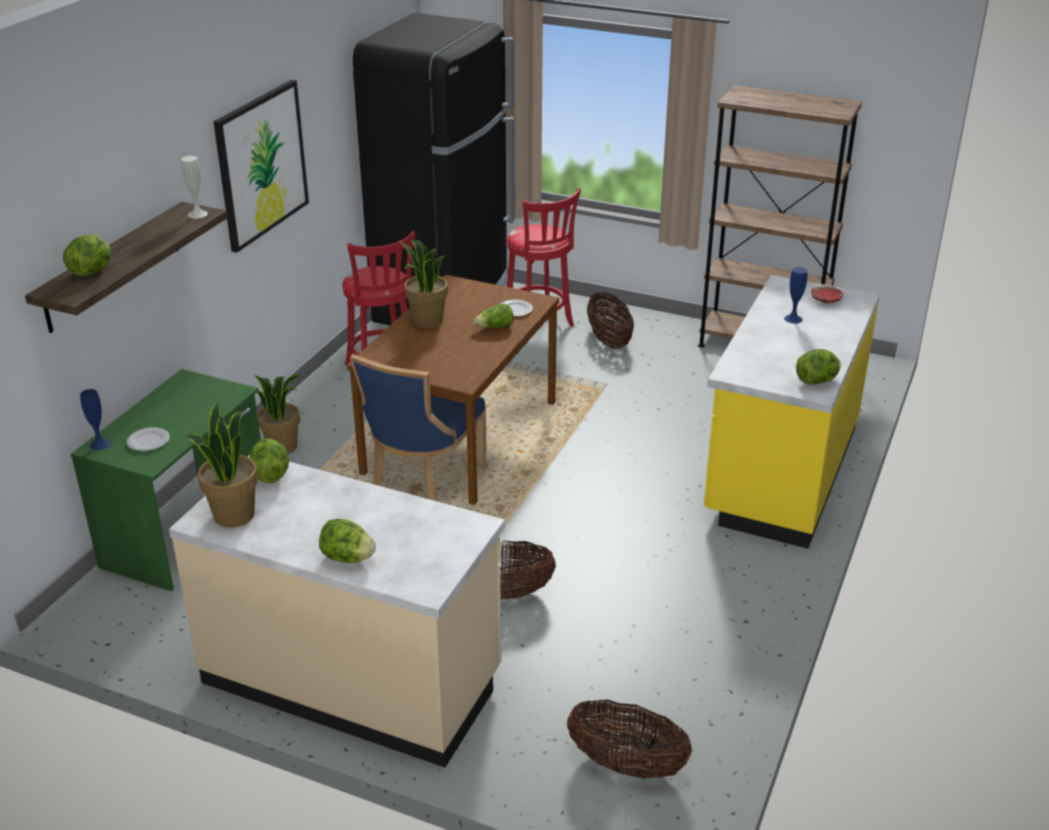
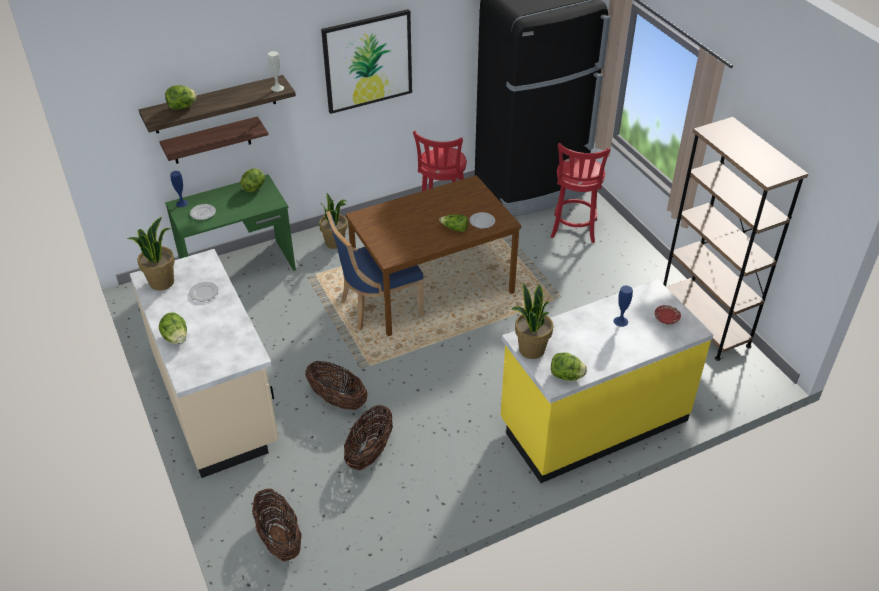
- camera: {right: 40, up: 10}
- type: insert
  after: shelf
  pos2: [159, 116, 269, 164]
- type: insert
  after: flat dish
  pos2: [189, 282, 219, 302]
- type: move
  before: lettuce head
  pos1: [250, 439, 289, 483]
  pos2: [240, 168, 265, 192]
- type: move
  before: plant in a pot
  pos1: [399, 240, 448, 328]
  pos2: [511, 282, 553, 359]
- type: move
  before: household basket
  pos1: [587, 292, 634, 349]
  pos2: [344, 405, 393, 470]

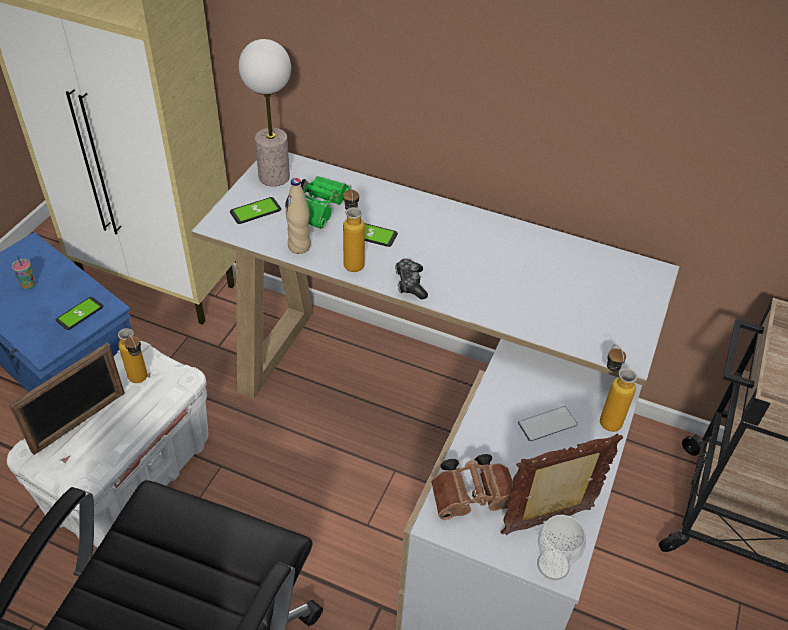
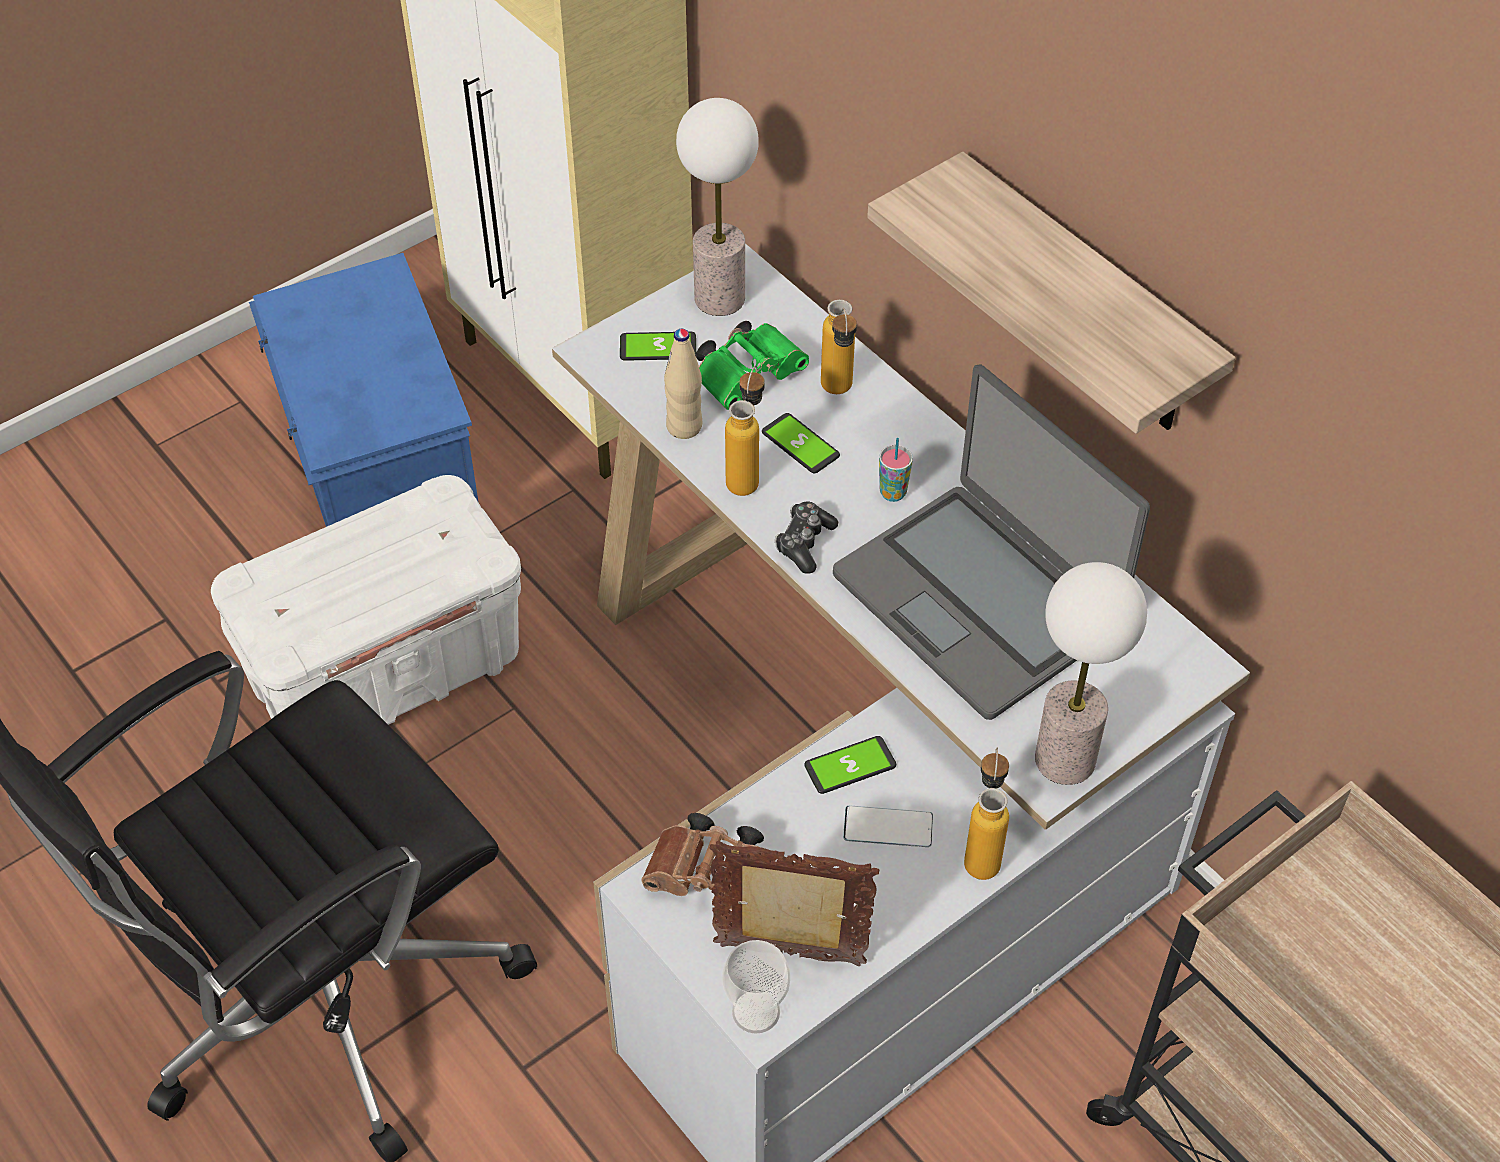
- camera: {right: 30, up: 5}
- type: delete
  before: standing frame
  pos1: [9, 343, 125, 455]
- type: insert
  after: laptop
  pos2: [833, 364, 1150, 720]
- type: insert
  after: shelf
  pos2: [867, 152, 1235, 434]
- type: insert
  after: tabletop lamp
  pos2: [1035, 562, 1147, 785]
- type: move
  before: small cup
  pos1: [12, 254, 36, 290]
  pos2: [879, 438, 913, 502]
- type: move
  before: telephone
  pos1: [56, 297, 103, 330]
  pos2: [804, 736, 896, 794]
- type: move
  before: bottle
  pos1: [118, 328, 147, 383]
  pos2: [821, 300, 857, 394]

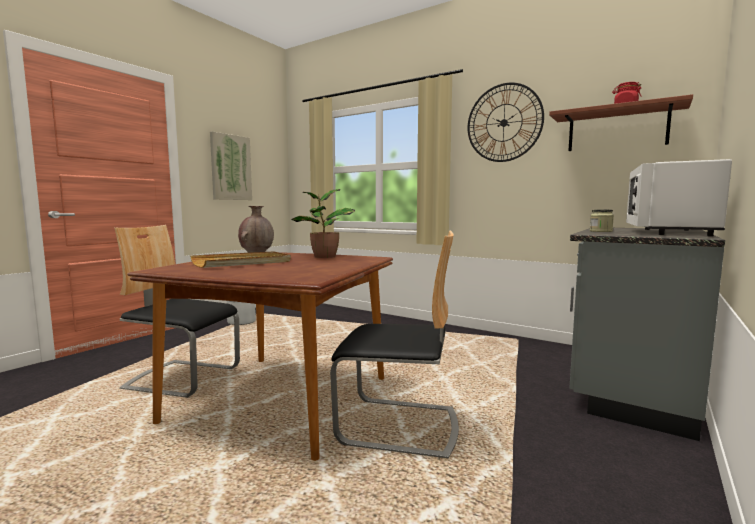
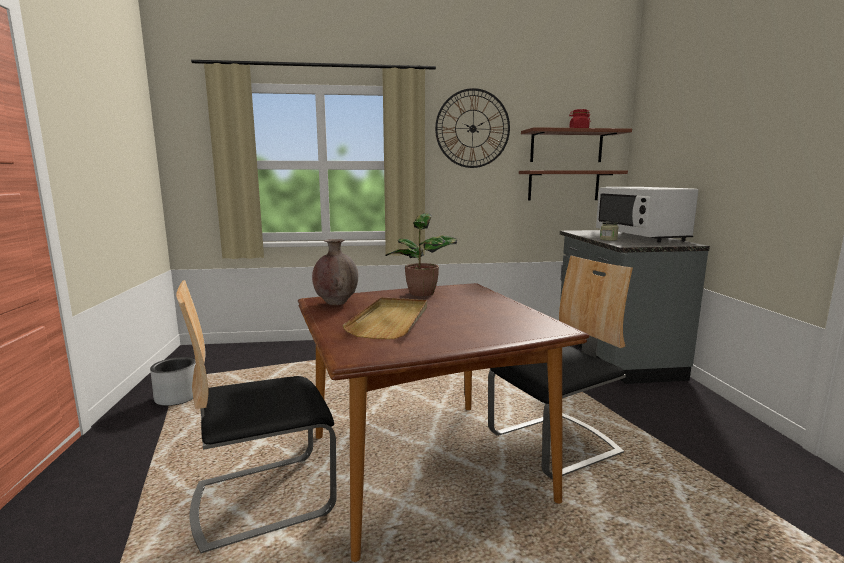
- camera: {right: -40, up: 5}
- type: delete
  before: wall art
  pos1: [210, 131, 252, 200]
- type: insert
  after: shelf
  pos2: [519, 170, 628, 201]

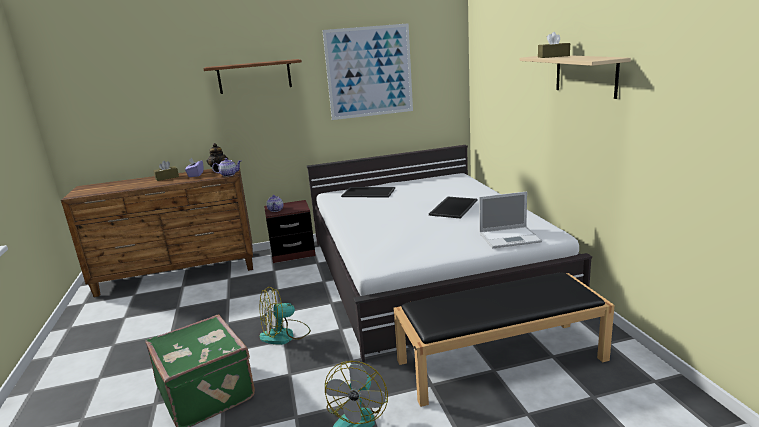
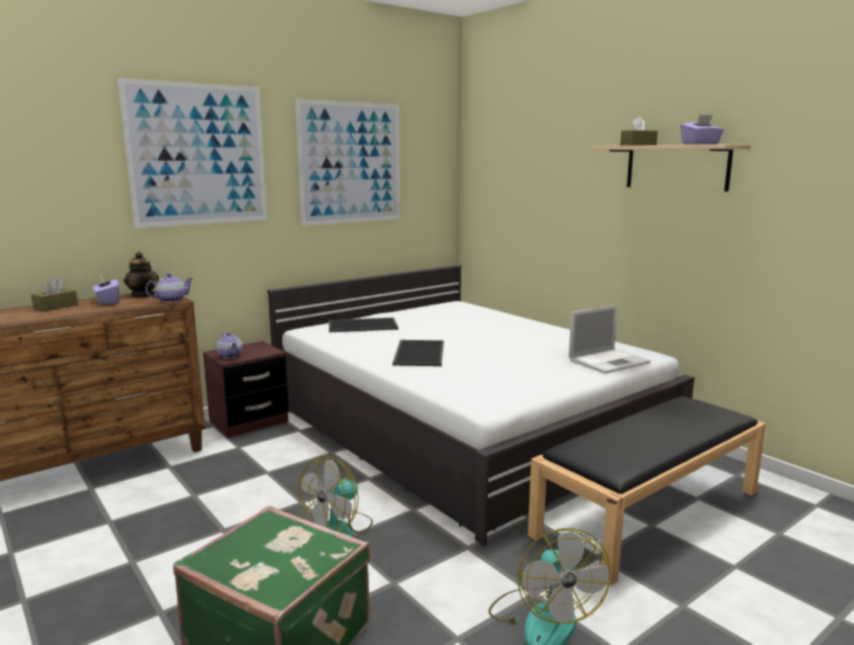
- camera: {right: -25, up: -5}
- type: insert
  after: purplish tissue holder
  pos2: [680, 115, 724, 145]
- type: move
  before: serving tray
  pos1: [429, 197, 477, 219]
  pos2: [393, 340, 444, 366]
- type: replace
  before: brownish shelf
  after: wall art
  pos1: [203, 59, 302, 94]
  pos2: [118, 78, 267, 228]

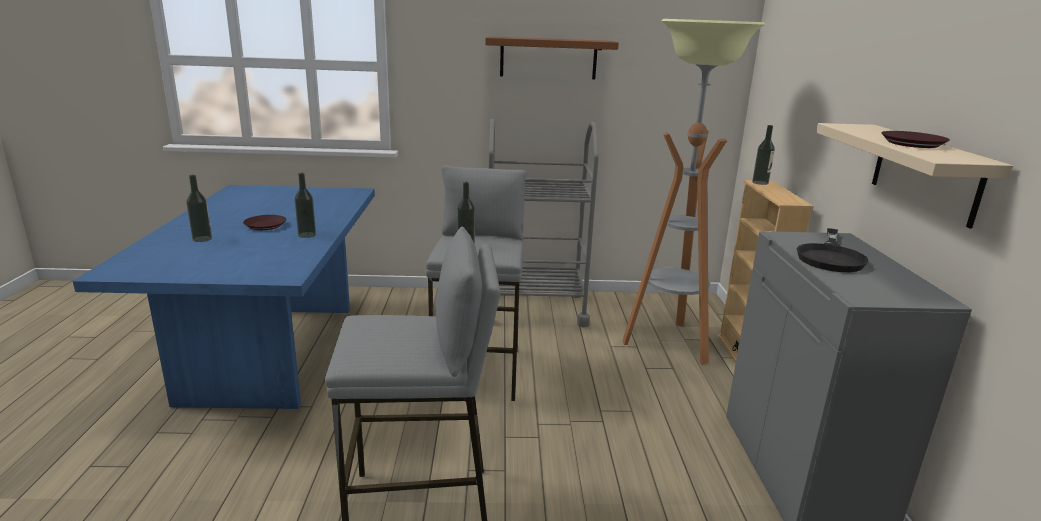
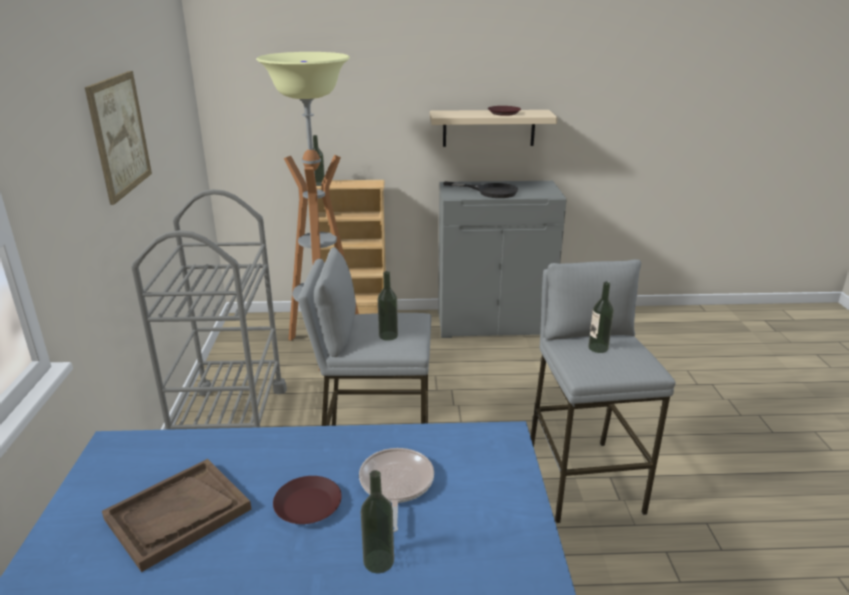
- camera: {right: -90, up: 5}
- type: insert
  after: brownish serving tray
  pos2: [102, 459, 251, 572]
- type: insert
  after: frying pan
  pos2: [359, 448, 434, 532]
- type: move
  before: bottle
  pos1: [294, 173, 316, 238]
  pos2: [588, 281, 614, 353]
- type: replace
  before: brownish shelf
  after: wall art
  pos1: [485, 36, 619, 79]
  pos2: [85, 71, 152, 205]

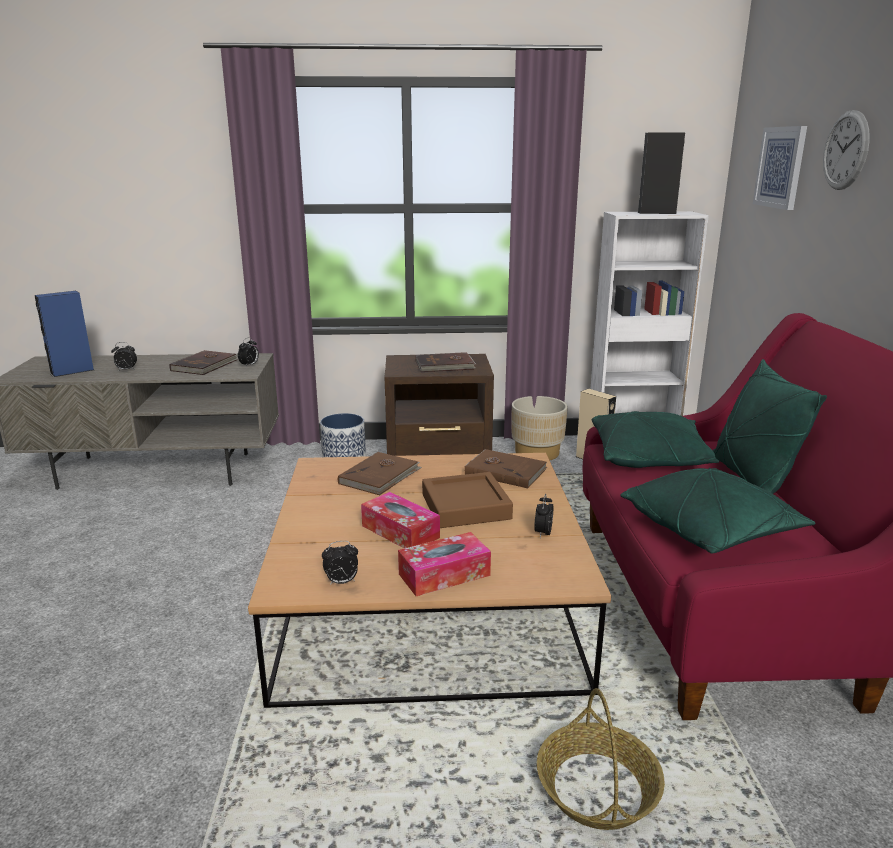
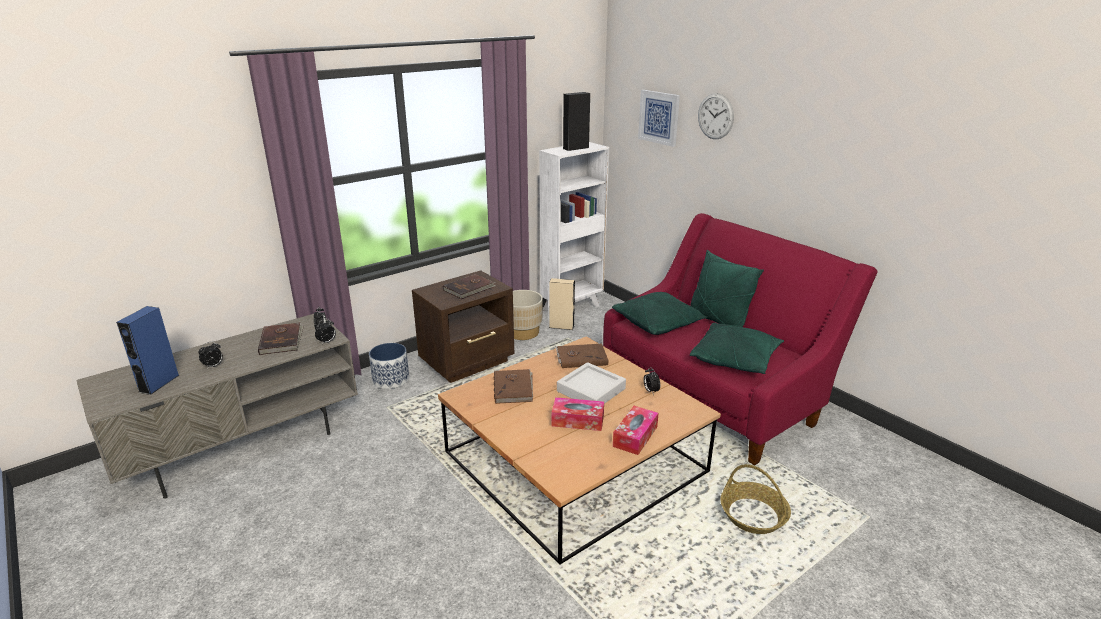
- camera: {right: -35, up: 5}
- type: move
  before: alarm clock
  pos1: [322, 541, 358, 585]
  pos2: [315, 318, 336, 345]
- type: recolor
  before: brownish serving tray
  after: greyish serving tray
  pos1: [422, 472, 513, 528]
  pos2: [557, 362, 626, 404]

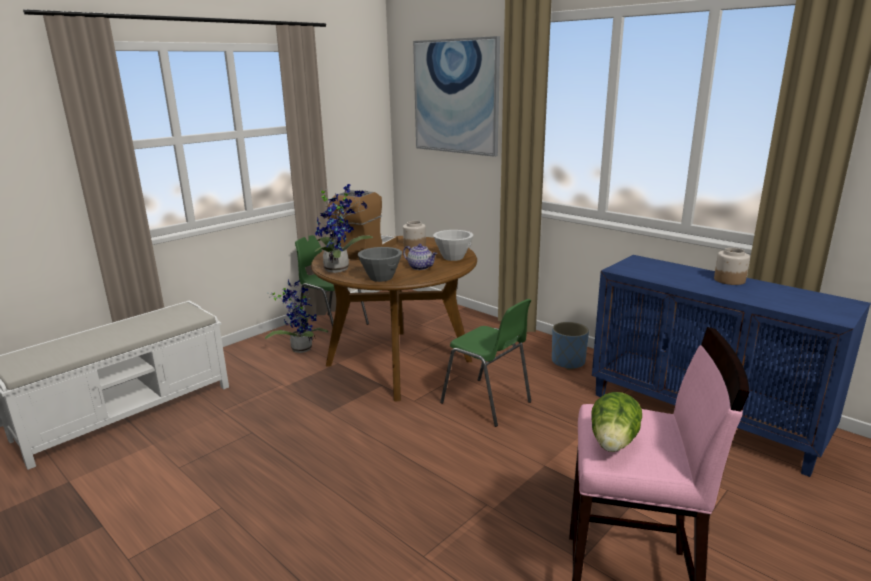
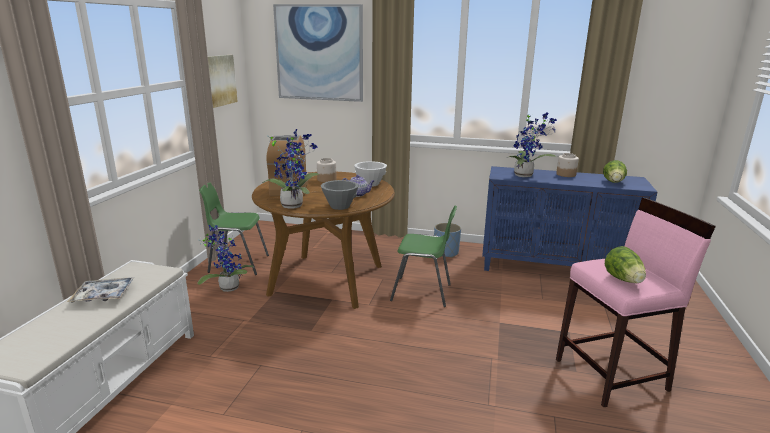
- camera: {right: -30, up: 0}
- type: insert
  after: serving tray
  pos2: [67, 277, 135, 303]
- type: insert
  after: wall art
  pos2: [208, 55, 238, 108]
- type: insert
  after: plant in a pot
  pos2: [509, 112, 557, 177]
- type: insert
  after: lettuce head
  pos2: [603, 160, 627, 183]

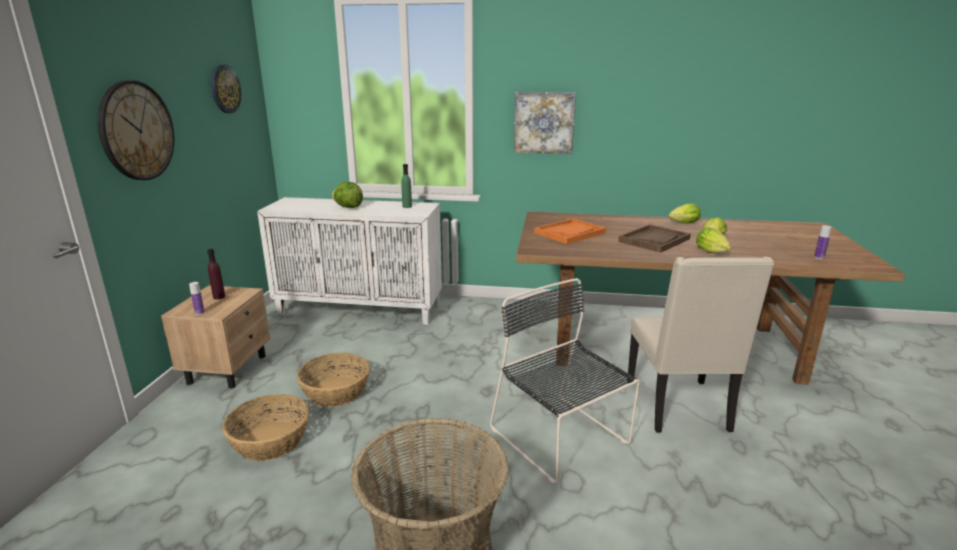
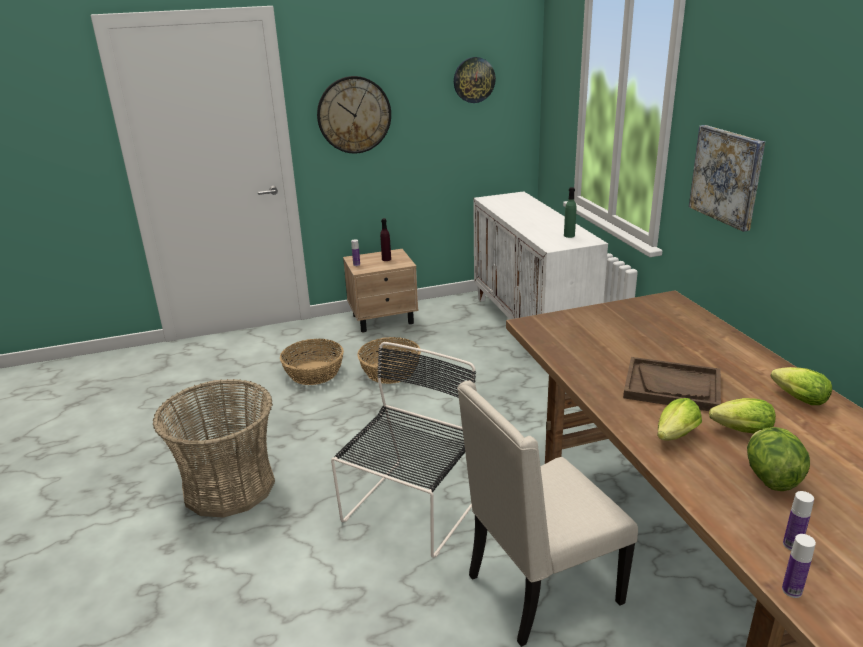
- camera: {right: 65, up: 5}
- type: delete
  before: orange-coloured serving tray
  pos1: [534, 218, 606, 244]
- type: insert
  after: bottle
  pos2: [782, 534, 816, 598]
- type: move
  before: lettuce head
  pos1: [332, 182, 363, 208]
  pos2: [747, 427, 810, 491]

